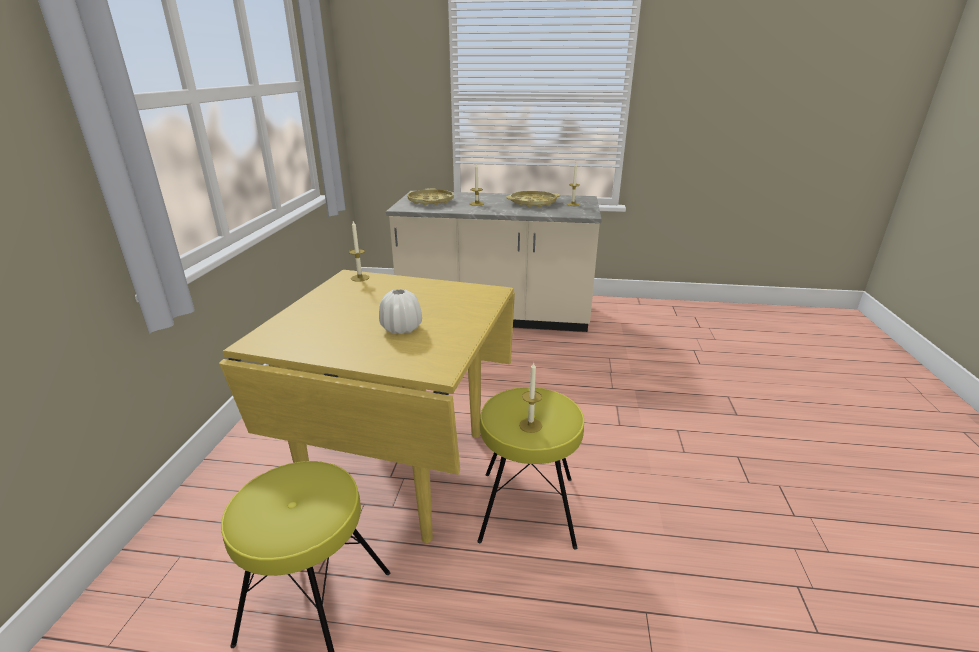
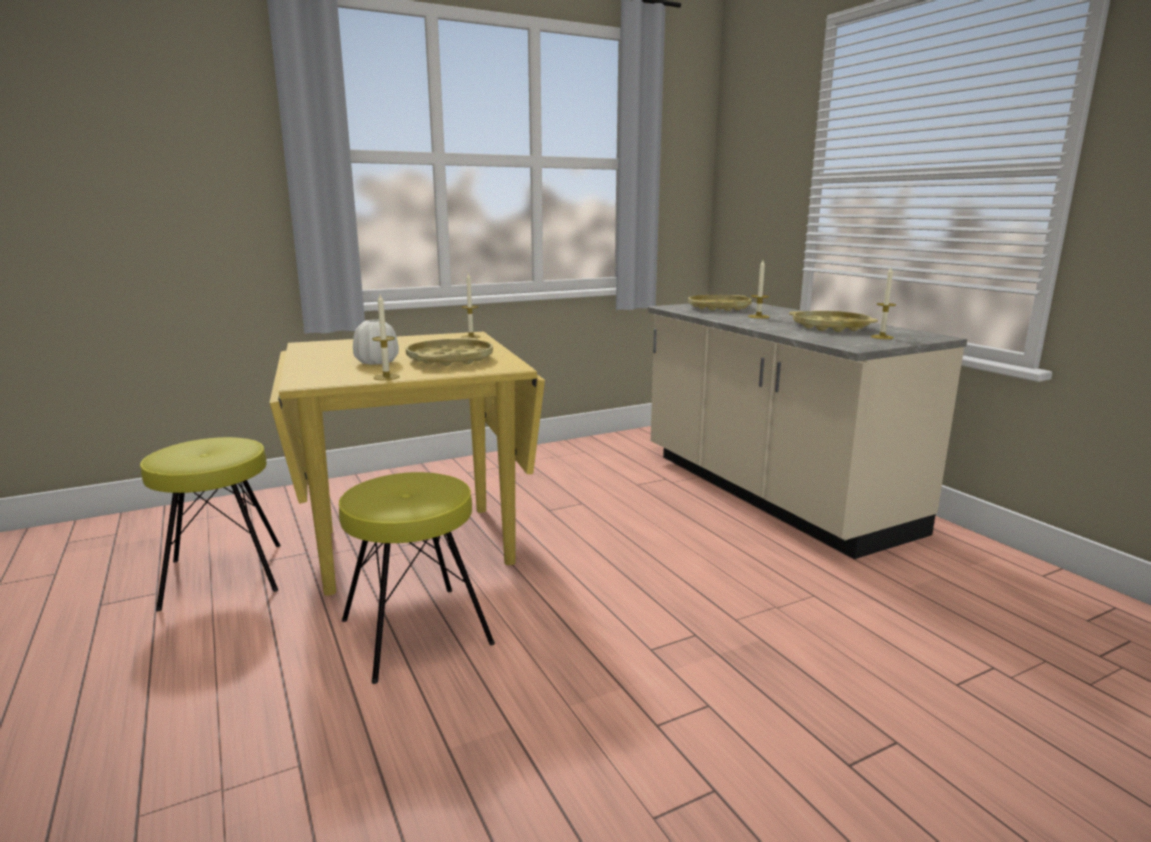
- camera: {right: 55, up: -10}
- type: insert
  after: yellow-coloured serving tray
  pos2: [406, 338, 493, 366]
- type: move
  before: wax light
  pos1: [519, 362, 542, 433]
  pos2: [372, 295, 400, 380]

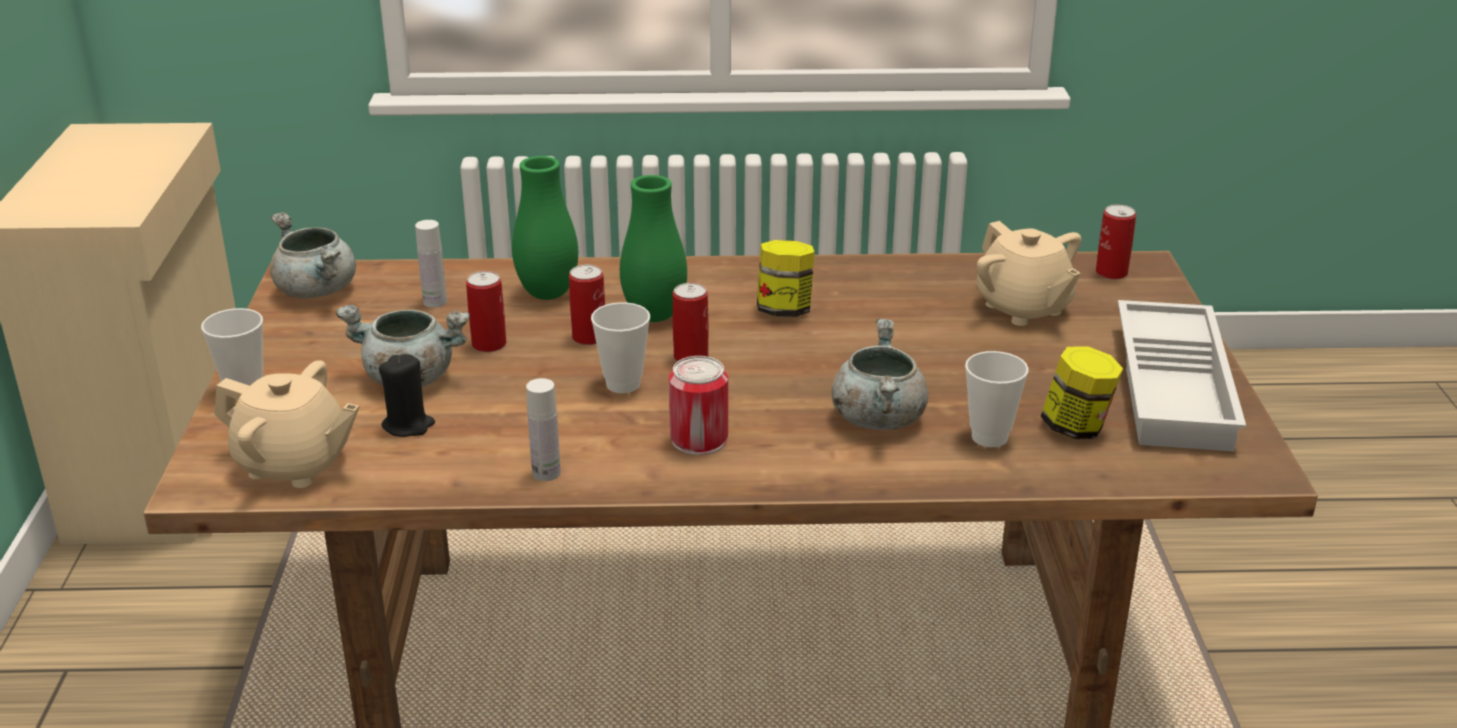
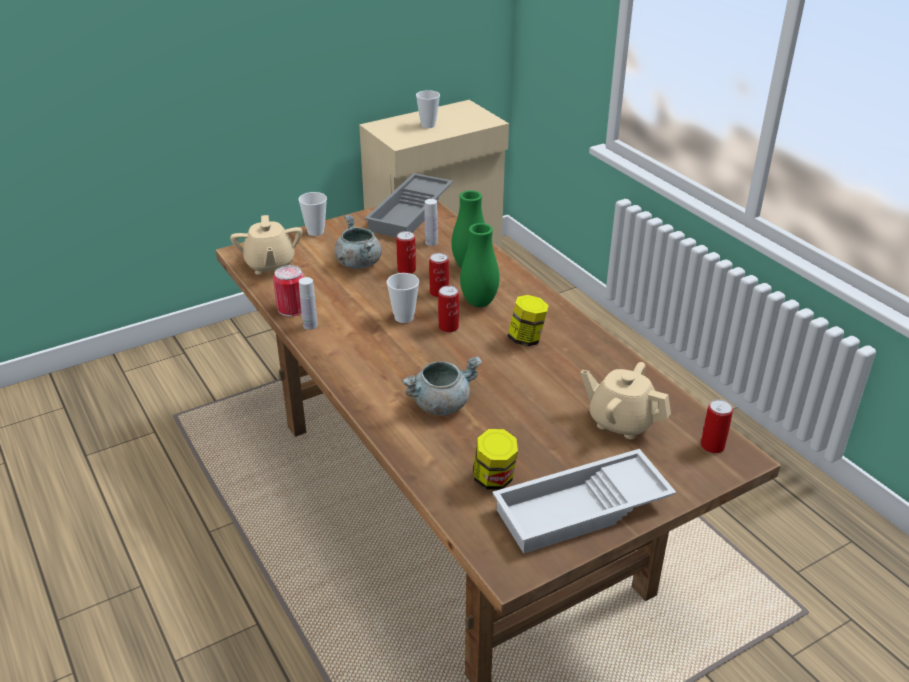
- camera: {right: 60, up: 5}
- type: delete
  before: black-coloured wax light
  pos1: [379, 354, 435, 437]
- type: move
  before: can
  pos1: [669, 356, 728, 455]
  pos2: [273, 265, 304, 317]
- type: move
  before: small cup
  pos1: [965, 351, 1029, 447]
  pos2: [416, 90, 440, 128]
- type: replace
  before: greyish stockpot
  after: greyish serving tray
  pos1: [270, 212, 356, 298]
  pos2: [364, 173, 453, 238]
- type: rotate
  before: sand-coloured teapot
  pos1: [977, 221, 1081, 326]
  pos2: [580, 362, 671, 439]
  turn: 90

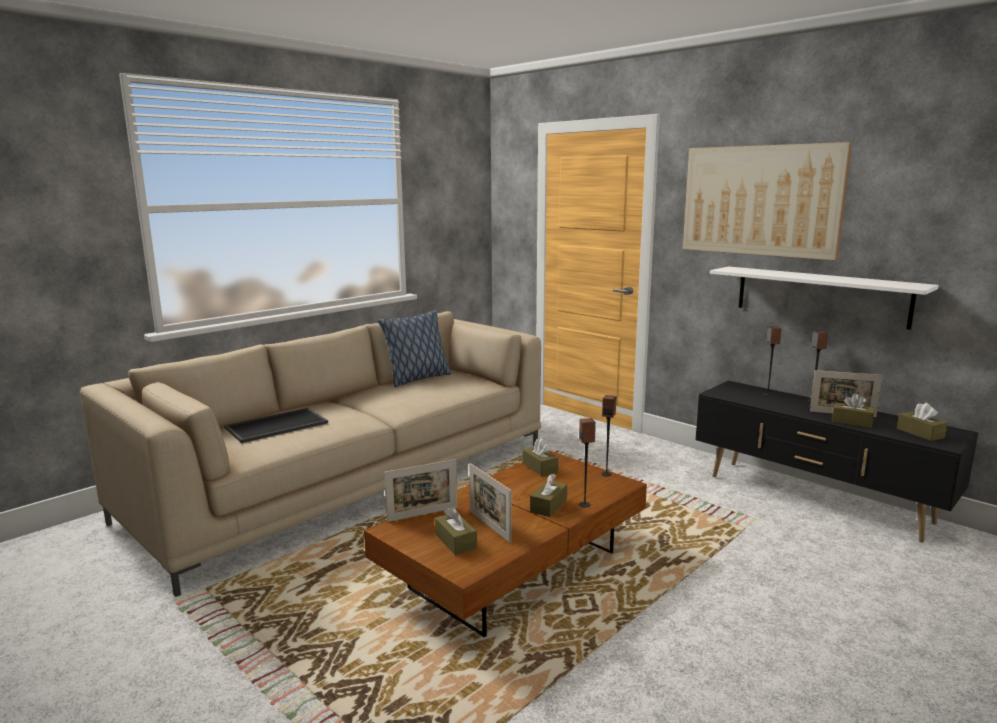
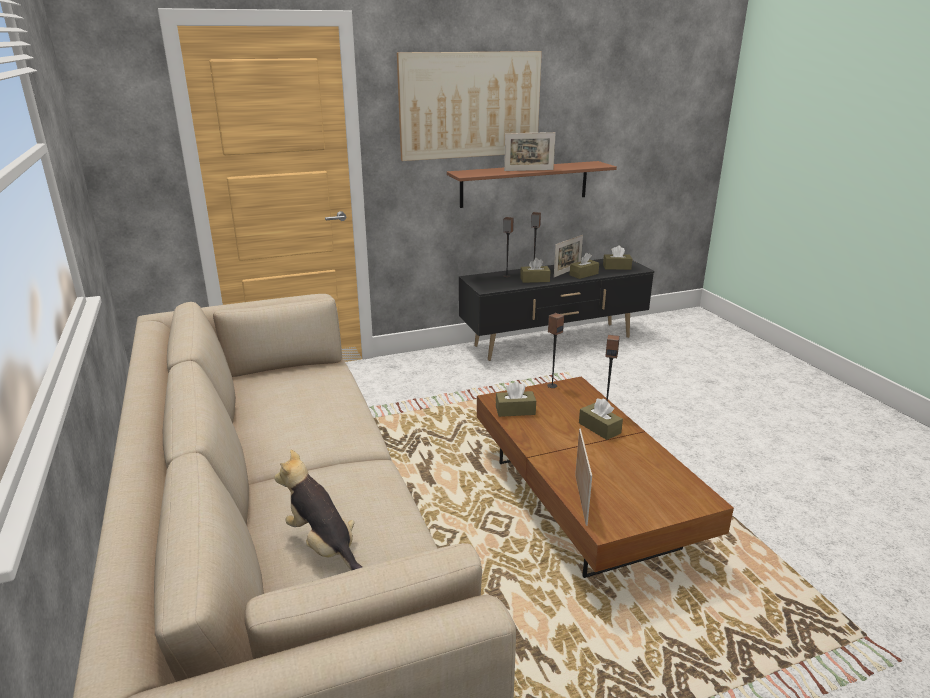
- camera: {right: -65, up: 10}
- type: delete
  before: cushion
  pos1: [378, 310, 451, 387]
- type: move
  before: brownish tissue holder
  pos1: [435, 506, 477, 555]
  pos2: [520, 258, 550, 283]
- type: move
  before: standing frame
  pos1: [469, 463, 512, 543]
  pos2: [504, 132, 556, 171]
- type: replace
  before: serving tray
  after: cuddly toy
  pos1: [224, 408, 328, 443]
  pos2: [274, 450, 362, 570]
- type: recolor
  before: whitish shelf
  after: brownish shelf
  pos1: [710, 266, 939, 330]
  pos2: [447, 161, 617, 208]

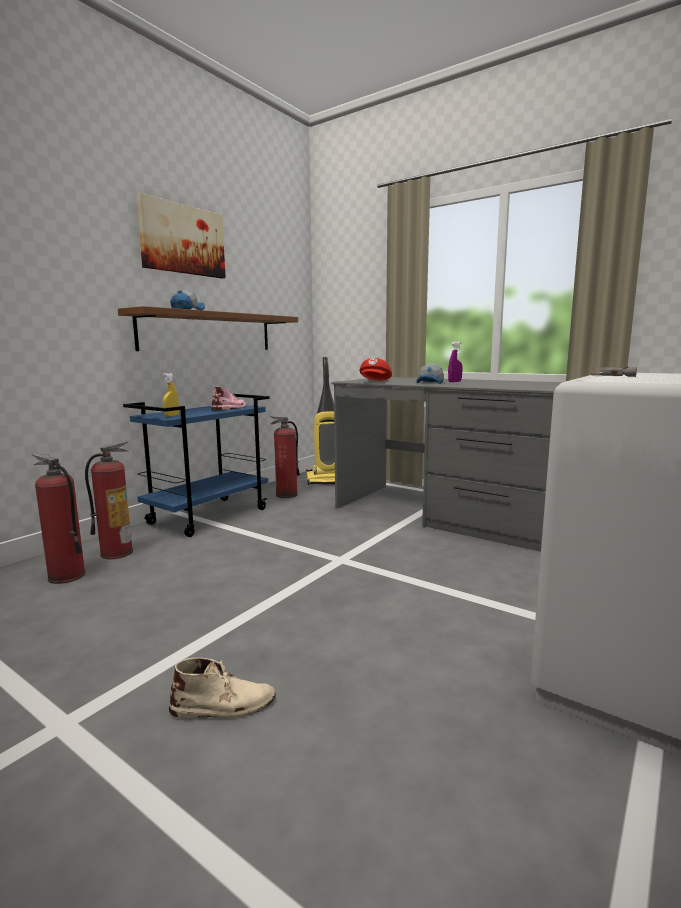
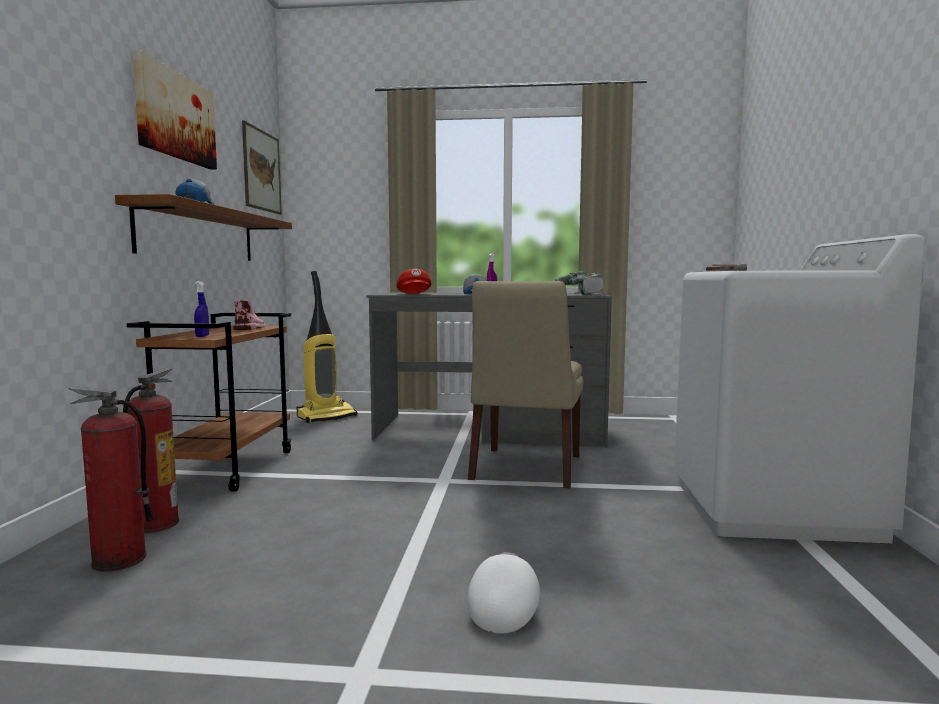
- camera: {right: -30, up: -5}
- type: delete
  before: fire extinguisher
  pos1: [270, 416, 300, 498]
- type: insert
  after: wall art
  pos2: [242, 120, 282, 214]
- type: insert
  after: sand-coloured chair
  pos2: [468, 281, 583, 489]
- type: insert
  after: drill
  pos2: [555, 271, 604, 295]
- type: replace
  before: sand-coloured boot
  after: whitish cap
  pos1: [169, 657, 276, 718]
  pos2: [467, 552, 540, 634]
- type: recolor
  before: bluish trolley
  after: brownish trolley
  pos1: [123, 394, 269, 537]
  pos2: [127, 313, 292, 492]
- type: recolor
  before: yellow-coloured spray bottle
  after: bluish spray bottle
  pos1: [163, 373, 179, 417]
  pos2: [194, 281, 209, 337]

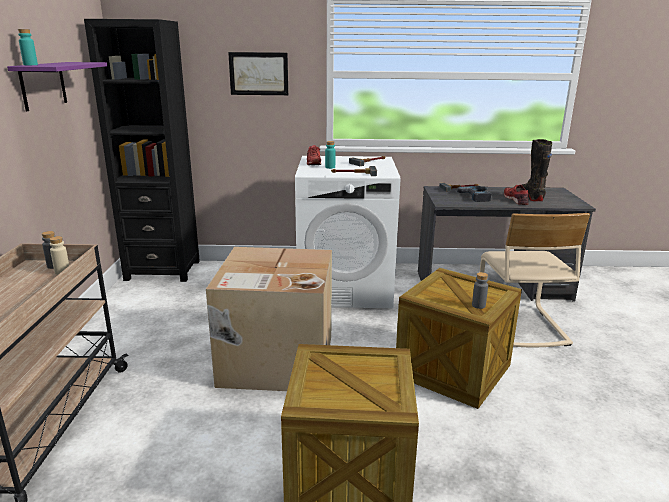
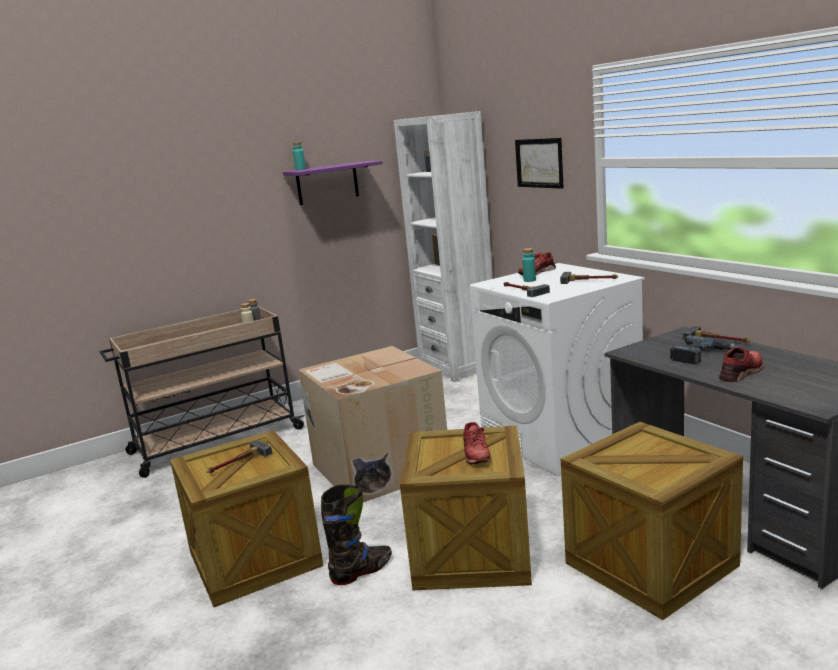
- camera: {right: 60, up: -5}
- type: delete
  before: greyish bottle
  pos1: [472, 272, 488, 309]
- type: insert
  after: hammer
  pos2: [206, 440, 272, 474]
- type: insert
  after: red low shoe
  pos2: [463, 422, 491, 465]
- type: move
  before: black-coloured boot
  pos1: [522, 139, 552, 201]
  pos2: [321, 484, 392, 585]
- type: replace
  before: sand-coloured chair
  after: shipping crate
  pos1: [480, 213, 590, 347]
  pos2: [561, 422, 743, 620]
- type: recolor
  before: black-coloured bookshelf
  after: whitish bookshelf
  pos1: [84, 19, 200, 282]
  pos2: [394, 111, 493, 382]

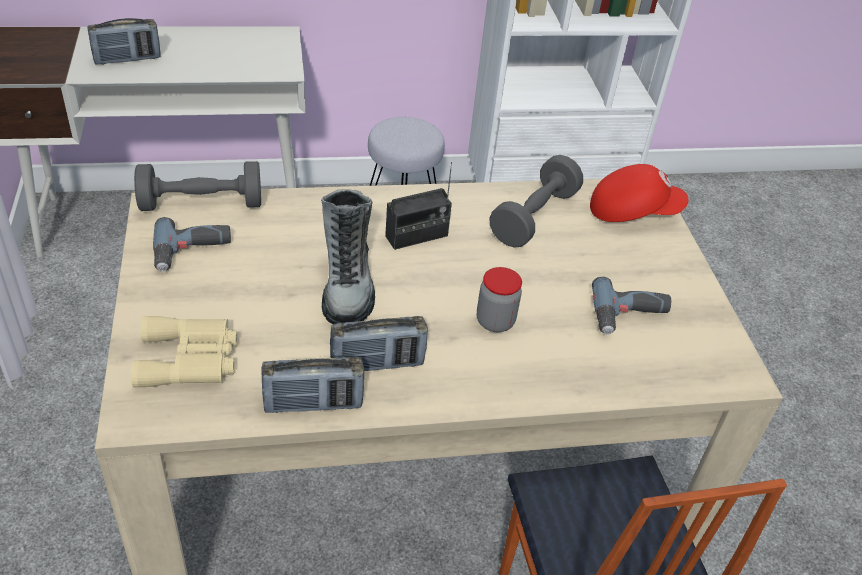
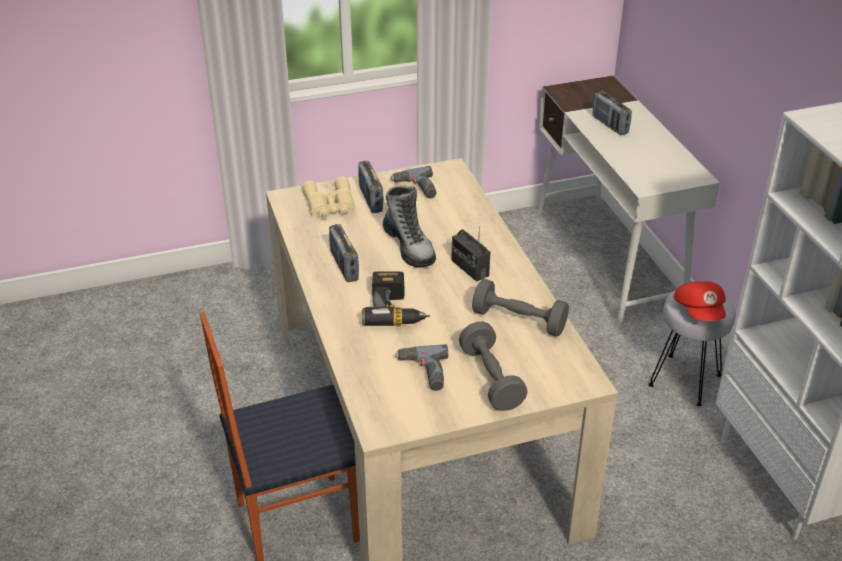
- camera: {right: 85, up: -5}
- type: move
  before: greyish hand weight
  pos1: [134, 161, 261, 211]
  pos2: [459, 322, 527, 411]
- type: move
  before: radio receiver
  pos1: [261, 357, 364, 413]
  pos2: [358, 161, 383, 213]
- type: move
  before: red cap
  pos1: [590, 164, 689, 222]
  pos2: [674, 281, 726, 321]
- type: replace
  before: preserve jar
  after: drill
  pos1: [477, 267, 522, 332]
  pos2: [362, 271, 430, 326]
- type: rotate
  before: boot
  pos1: [321, 189, 375, 324]
  pos2: [383, 185, 436, 268]
  turn: -105

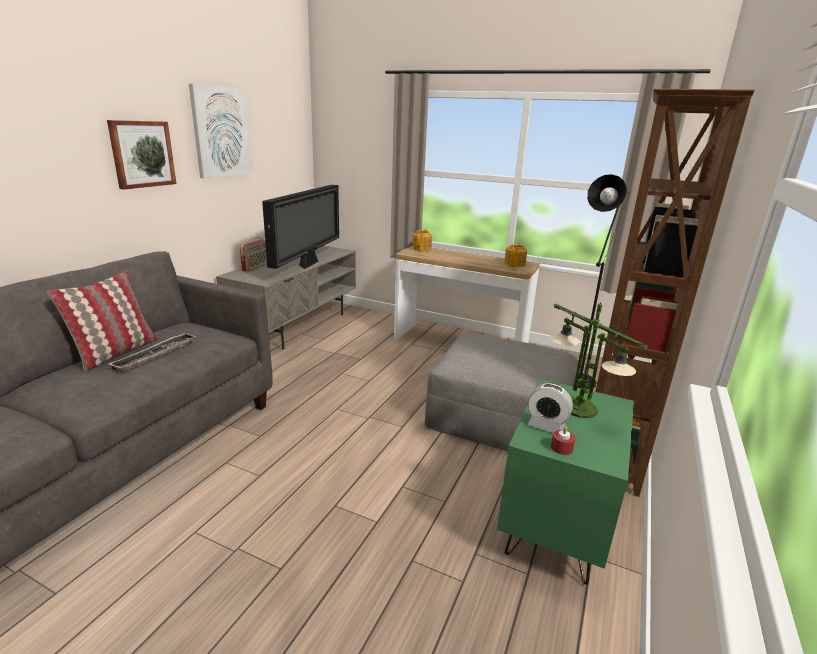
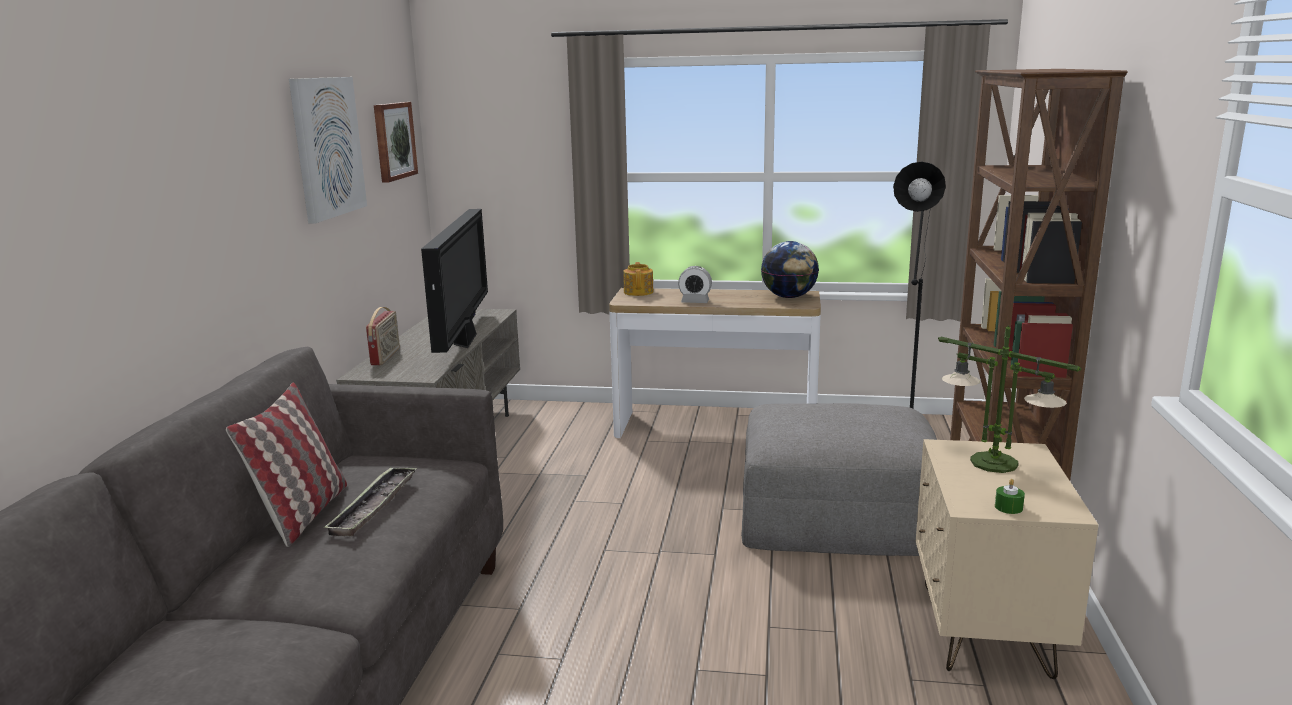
- camera: {right: -15, up: -5}
- type: move
  before: wall art
  pos1: [107, 120, 176, 189]
  pos2: [374, 102, 418, 182]
- type: move
  before: alarm clock
  pos1: [528, 383, 573, 433]
  pos2: [678, 266, 712, 303]
- type: replace
  before: teapot
  after: globe
  pos1: [504, 243, 527, 267]
  pos2: [761, 241, 819, 298]
- type: recolor
  before: green nightstand
  after: sand-coloured nightstand
  pos1: [497, 379, 634, 585]
  pos2: [916, 439, 1099, 679]
- type: recolor
  before: red wax light
  after: green wax light
  pos1: [551, 426, 575, 455]
  pos2: [995, 479, 1025, 514]

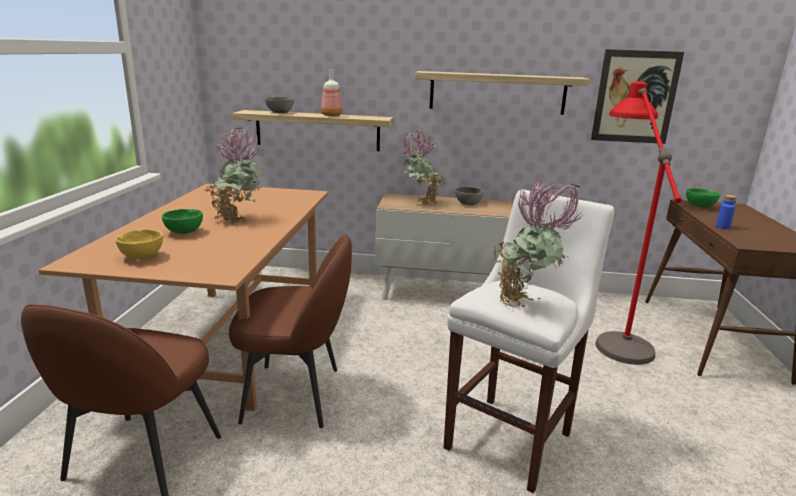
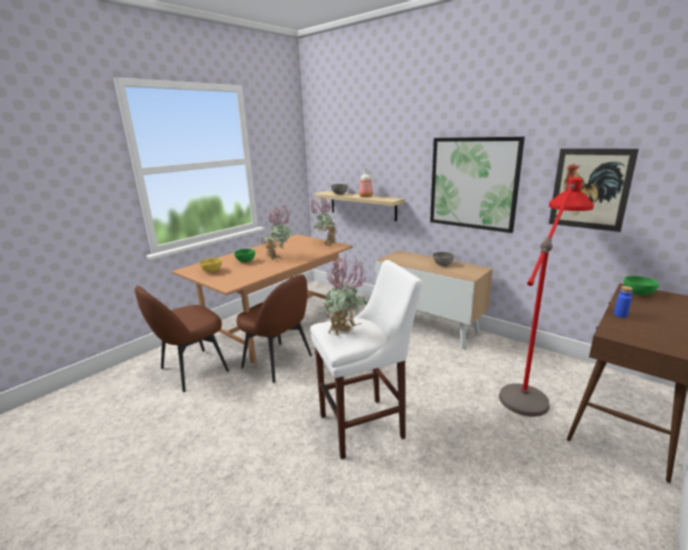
- camera: {right: 35, up: 0}
- type: move
  before: plant in a pot
  pos1: [401, 129, 446, 206]
  pos2: [310, 196, 337, 246]
- type: replace
  before: shelf
  after: wall art
  pos1: [415, 71, 590, 115]
  pos2: [430, 137, 525, 233]

